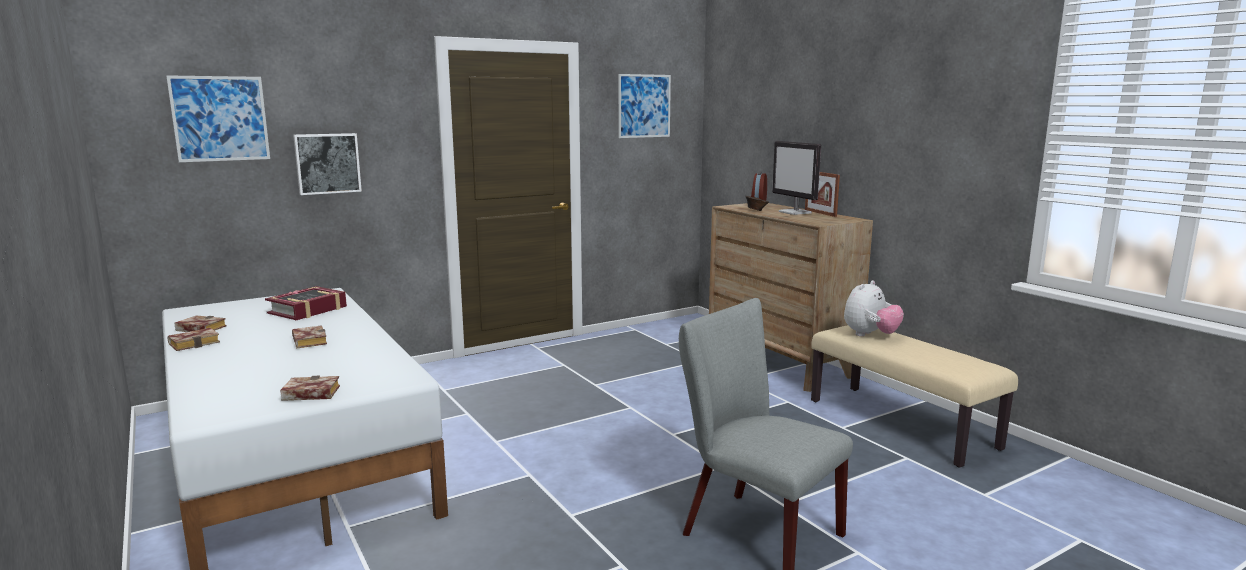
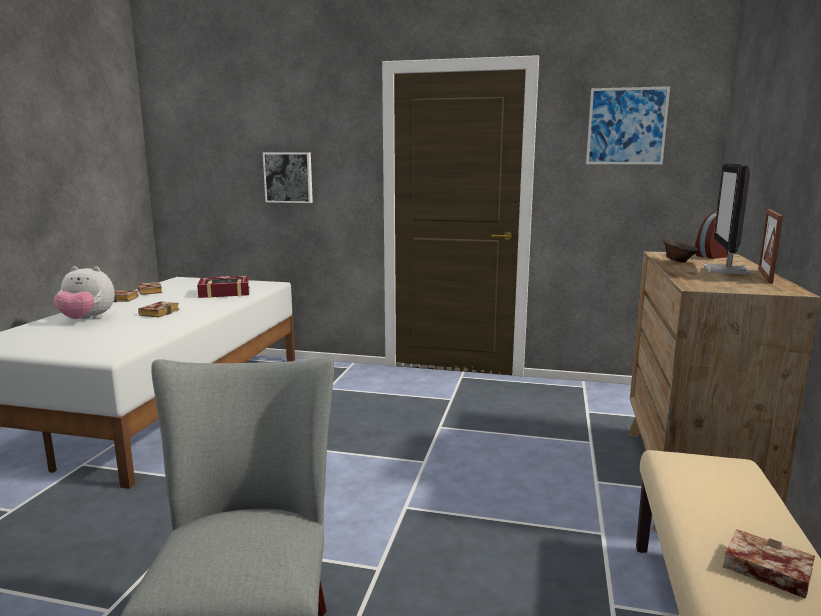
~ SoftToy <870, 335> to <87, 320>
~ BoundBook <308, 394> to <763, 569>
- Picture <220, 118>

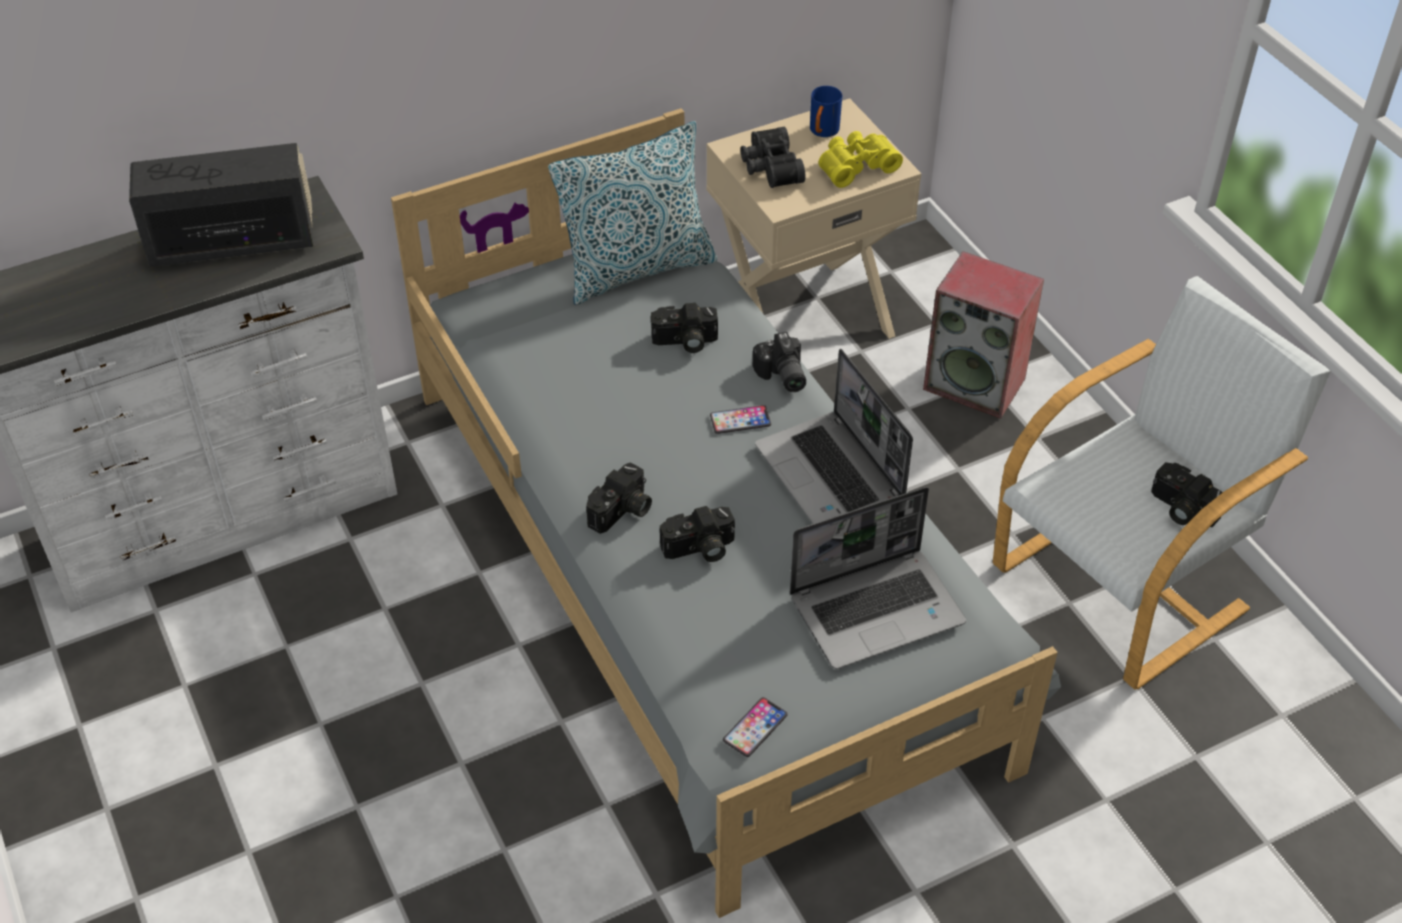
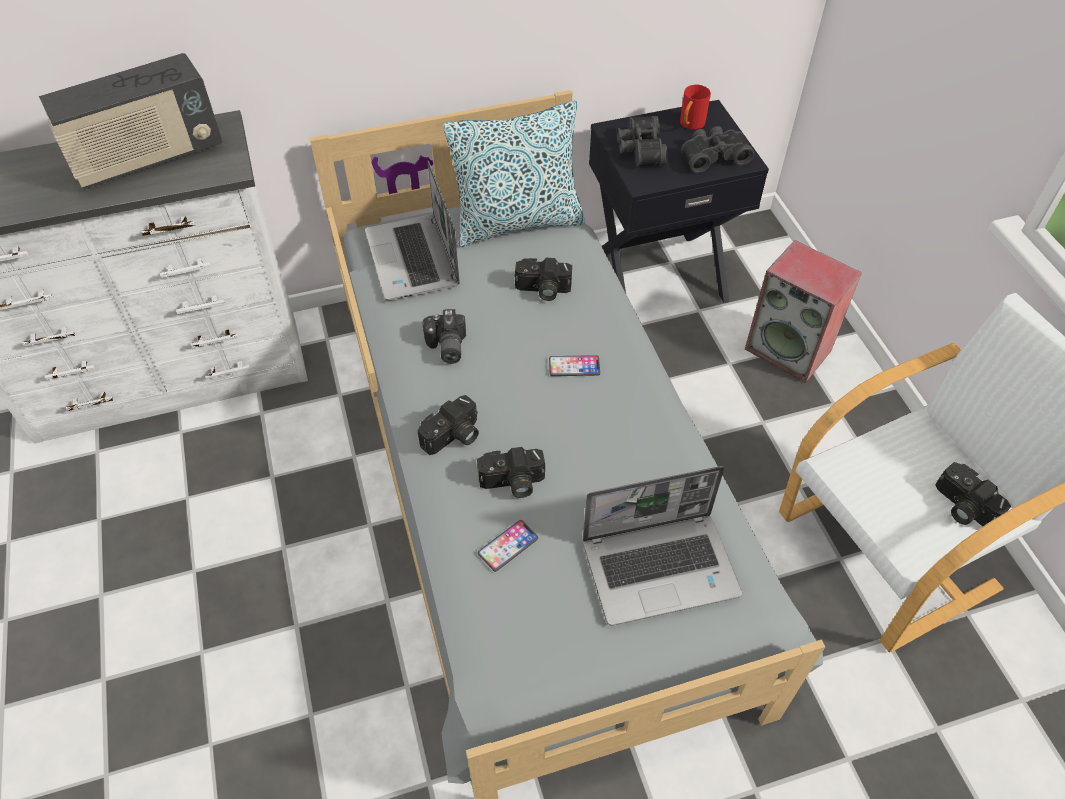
~ Radio <234, 241> = <148, 158> 150 degrees clockwise
~ PortableComputer <832, 475> to <414, 260>
~ StillCamera <781, 376> to <445, 347>
~ Phone <755, 728> to <508, 546>
~ SandColouredNightTable <802, 316> to BlackishNightTable <657, 276>
~ BlueColouredMug <822, 132> to RedMug <690, 125>
~ YellowFieldGlasses <855, 165> to BlackishFieldGlasses <713, 156>

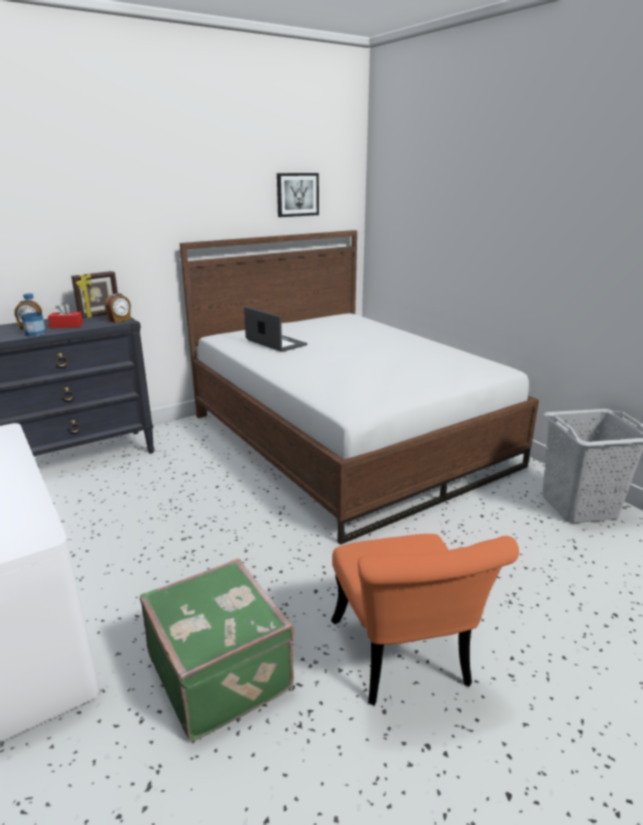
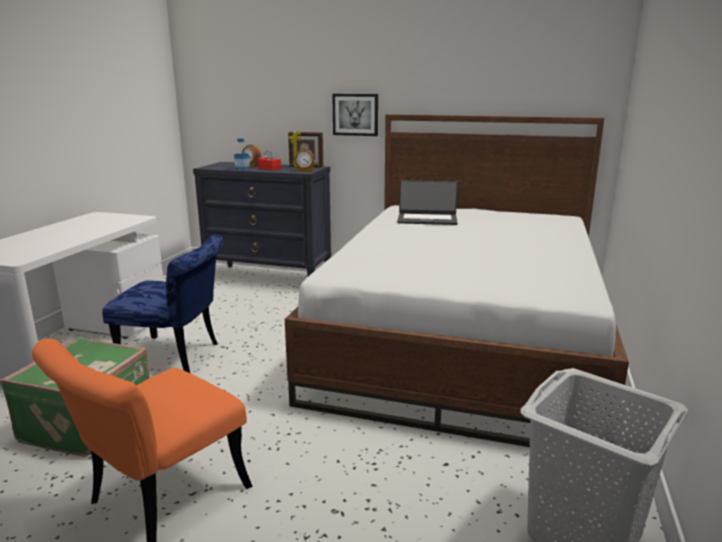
+ BlueColouredChair <177, 357>
~ Picture <297, 194> to <355, 114>
~ PortableComputer <275, 343> = <427, 219> 90 degrees clockwise

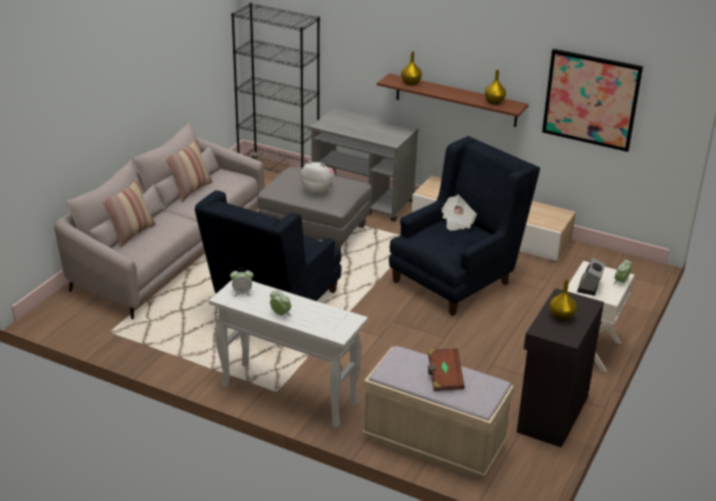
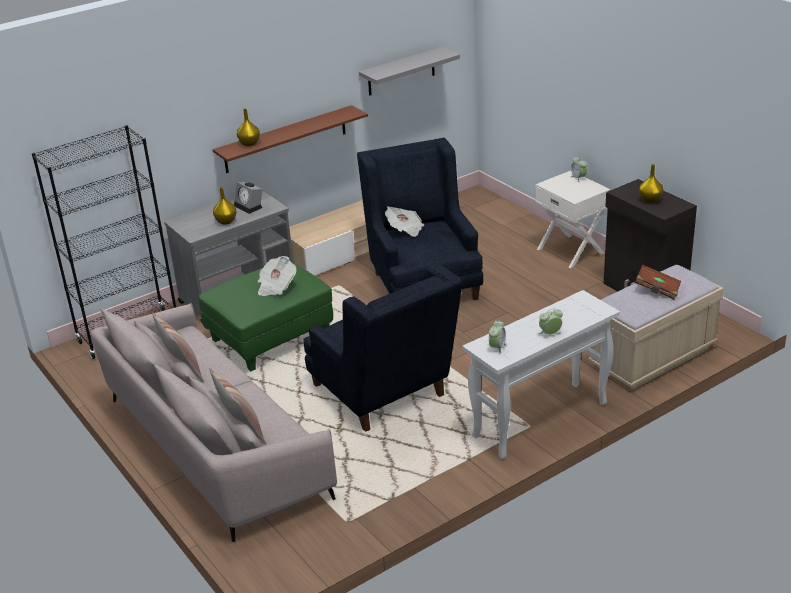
~ GrayFootrest <315, 232> to GreenColouredFootrest <271, 338>
~ YellowFlowerVase <494, 102> to <226, 221>
~ AlarmClock <589, 287> to <250, 206>
~ SoftToy <318, 190> to DailyPaper <276, 286>
~ Picture <591, 99> to GrayWallShelf <401, 72>

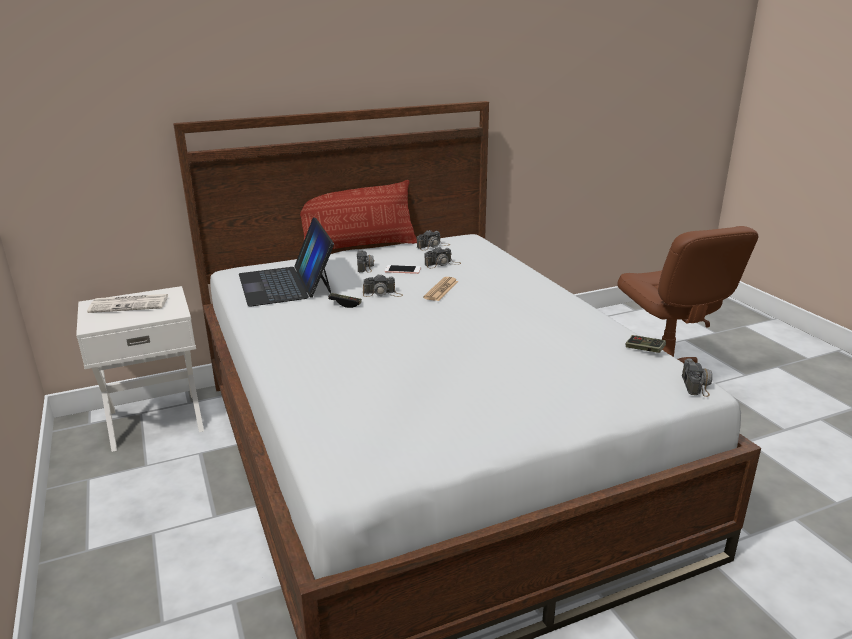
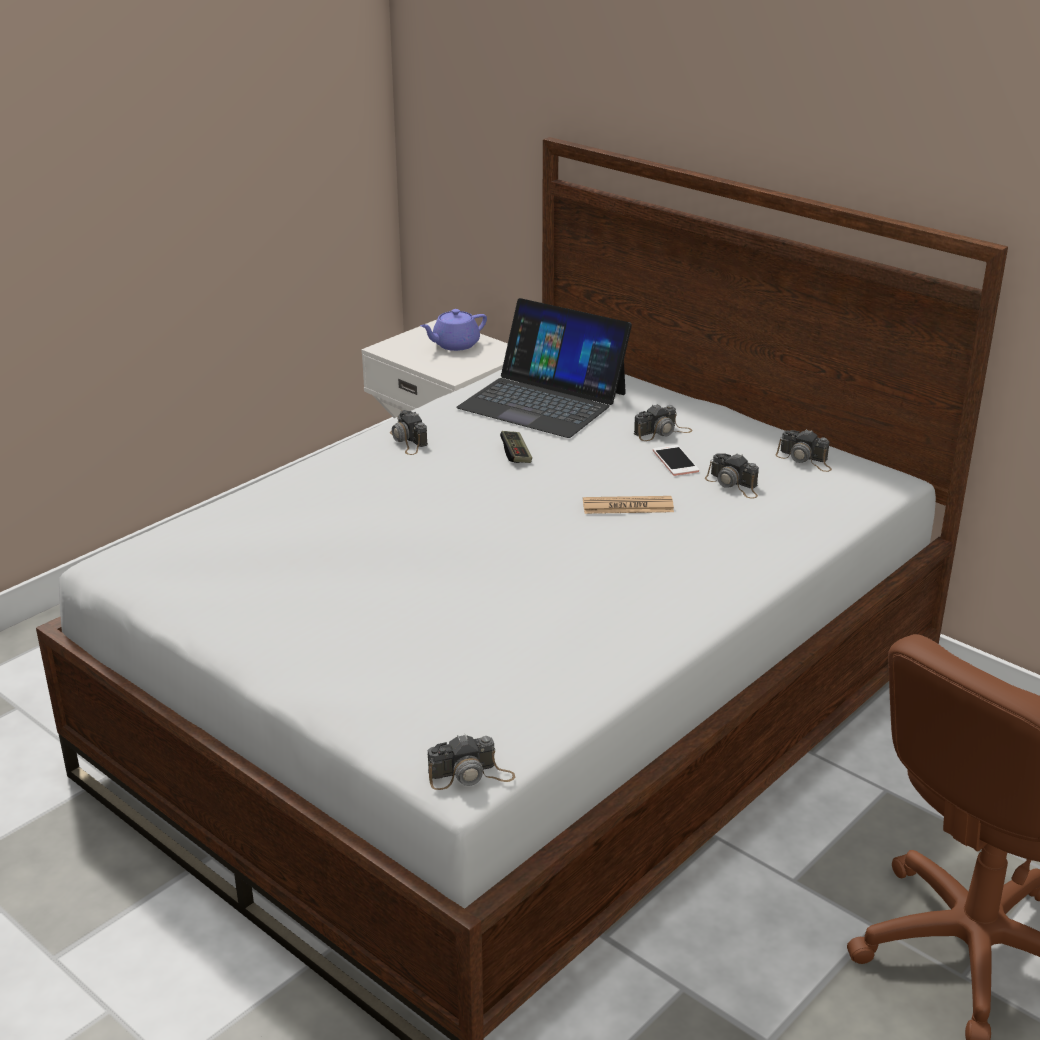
~ StillCamera <382, 294> to <408, 441>
~ DailyPaper <130, 304> to PurplishTeapot <454, 345>
~ PortableComputer <286, 284> = <543, 400> 105 degrees counterclockwise
- Cushion <359, 247>
- GameController <644, 350>

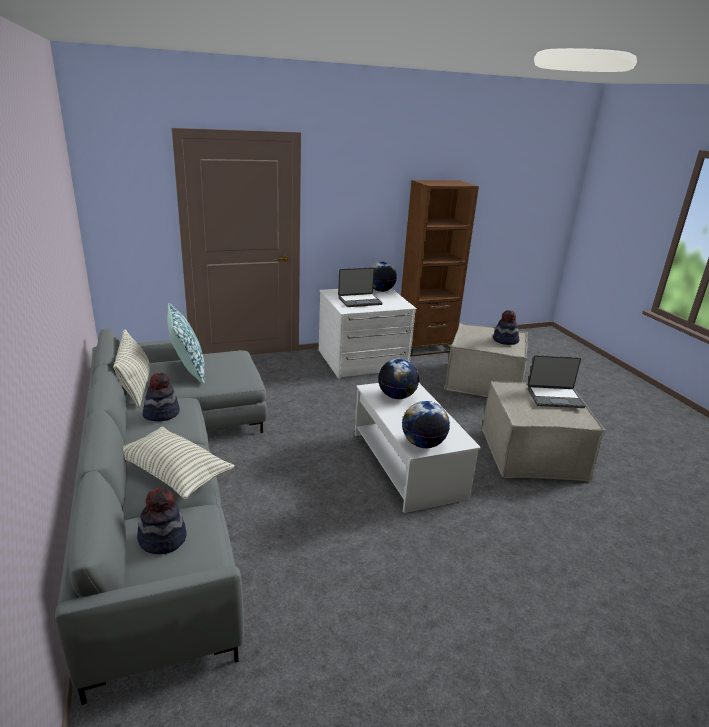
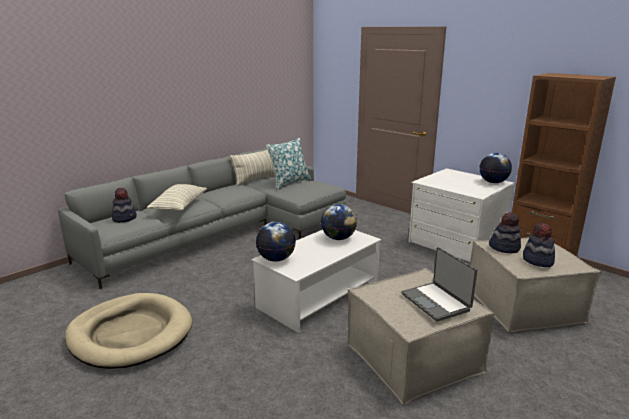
+ SandColouredPetBed <130, 334>
~ WearableHat <161, 413> to <504, 247>
- PortableComputer <359, 301>

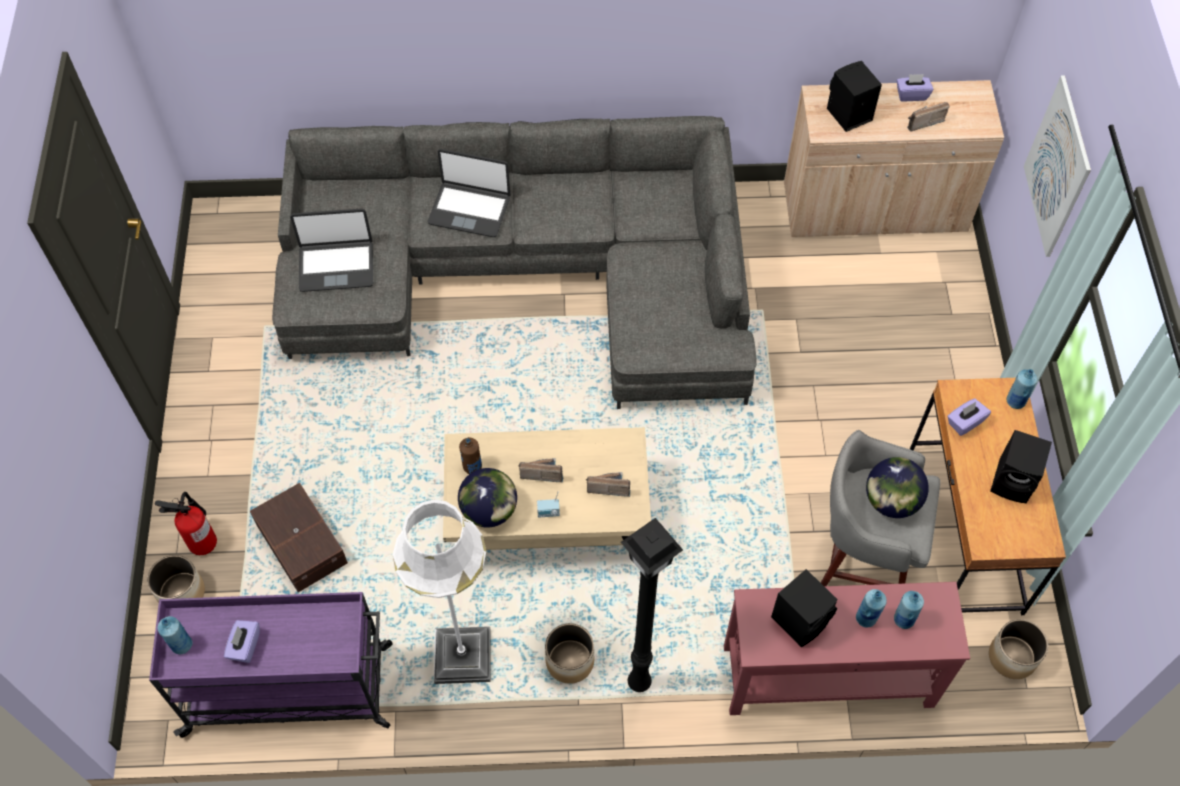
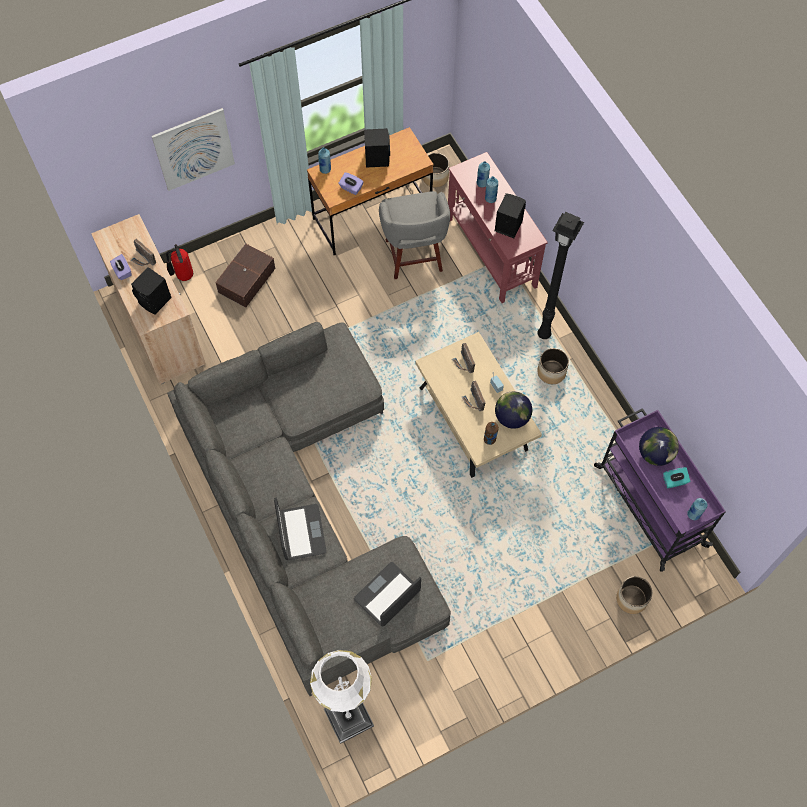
~ Extinguisher <202, 540> to <183, 277>
~ BrownStorageContainer <302, 542> to <245, 280>
~ WhitishFloorLamp <463, 656> to <348, 717>
~ PortableComputer <336, 266> = <388, 595> 105 degrees counterclockwise
~ WorldGlobe <891, 501> to <655, 454>
~ PurplishTissueHolder <244, 646> to BlueGreenTissueHolder <674, 481>

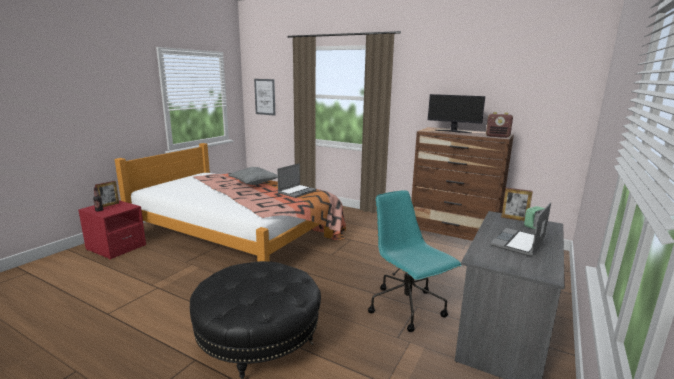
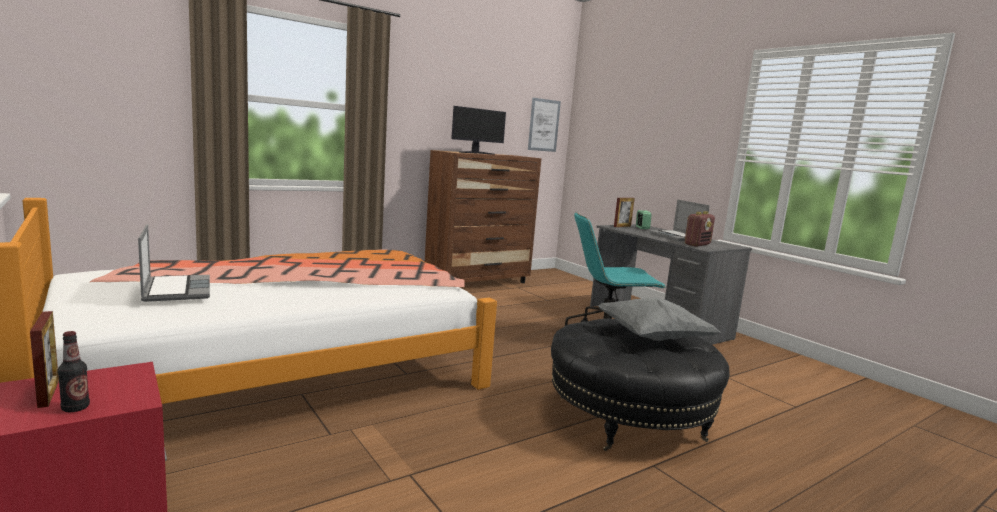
~ PortableComputer <297, 192> to <176, 290>
~ Picture <265, 97> to <544, 125>
~ GrayCushion <254, 184> to <652, 337>
~ Radio <497, 136> to <697, 244>

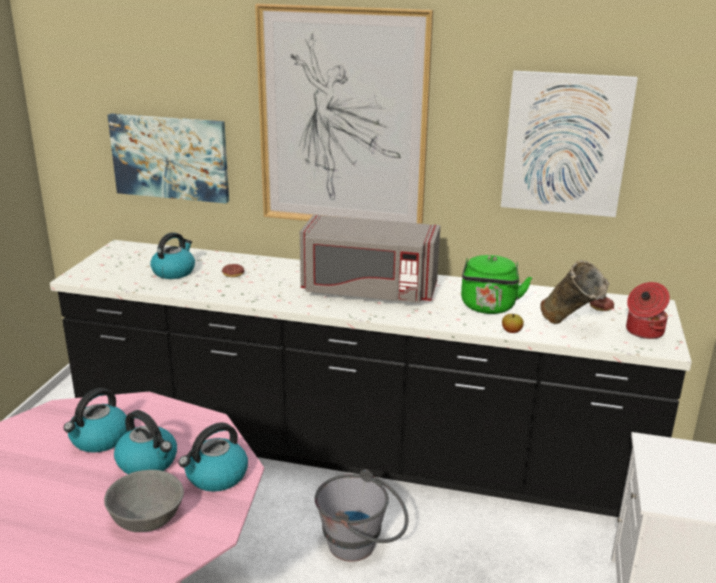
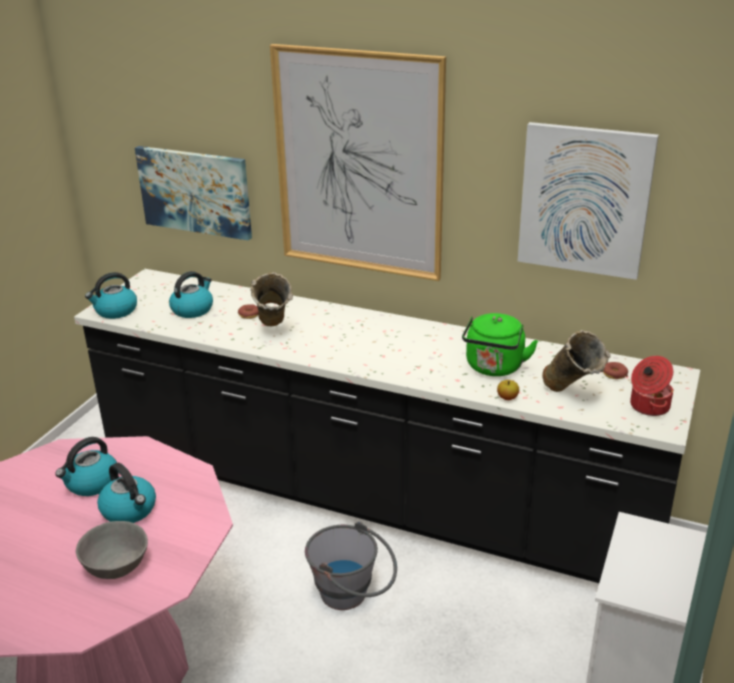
~ TeaKettle <216, 477> to <115, 311>
+ SandColouredFlowerVase <274, 331>
- GrayMicrowave <368, 291>

